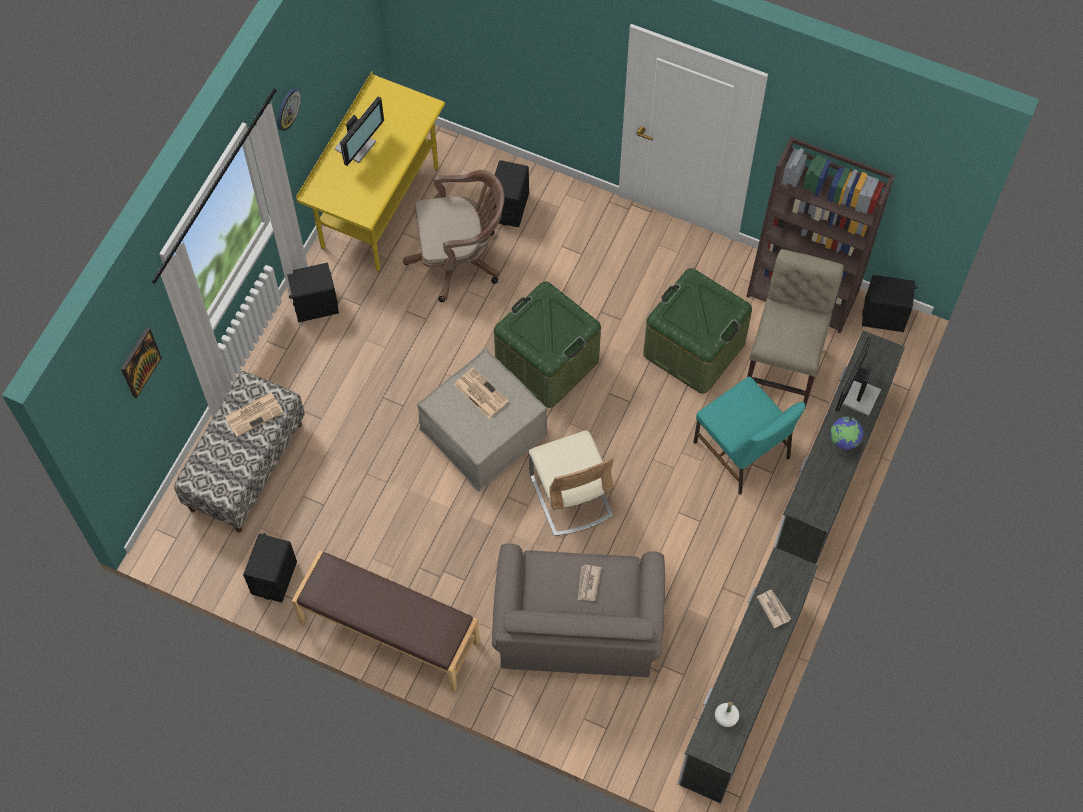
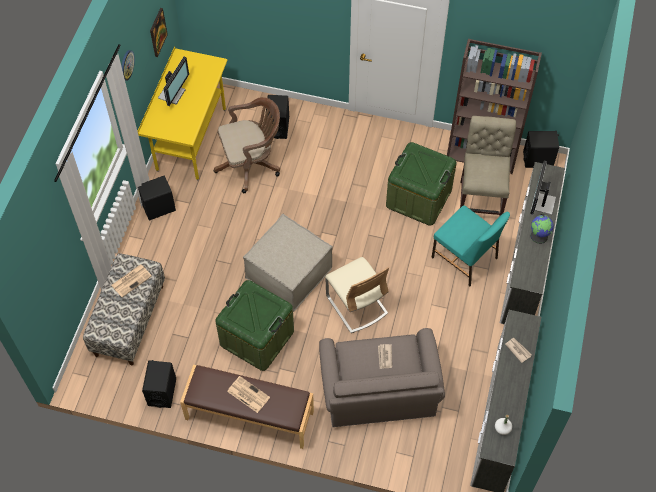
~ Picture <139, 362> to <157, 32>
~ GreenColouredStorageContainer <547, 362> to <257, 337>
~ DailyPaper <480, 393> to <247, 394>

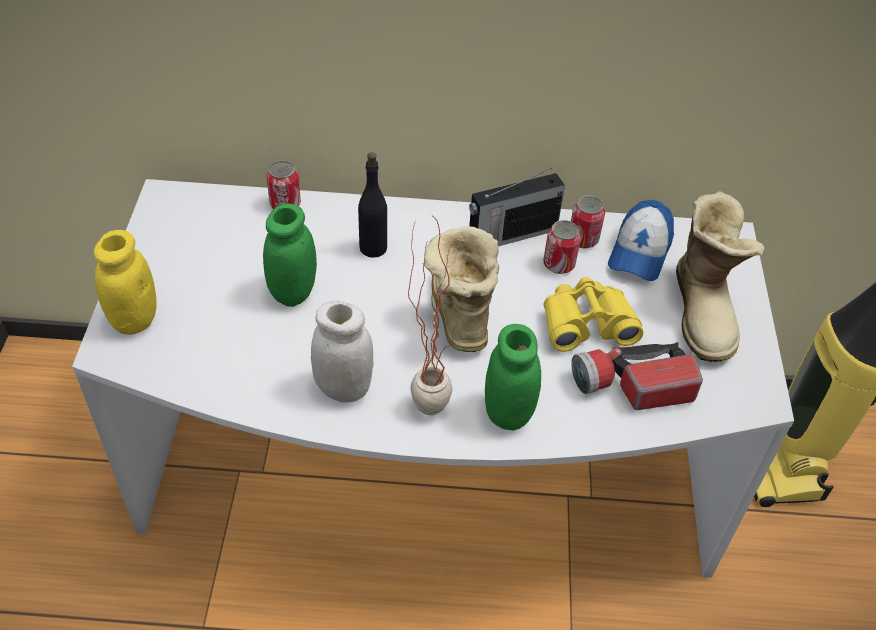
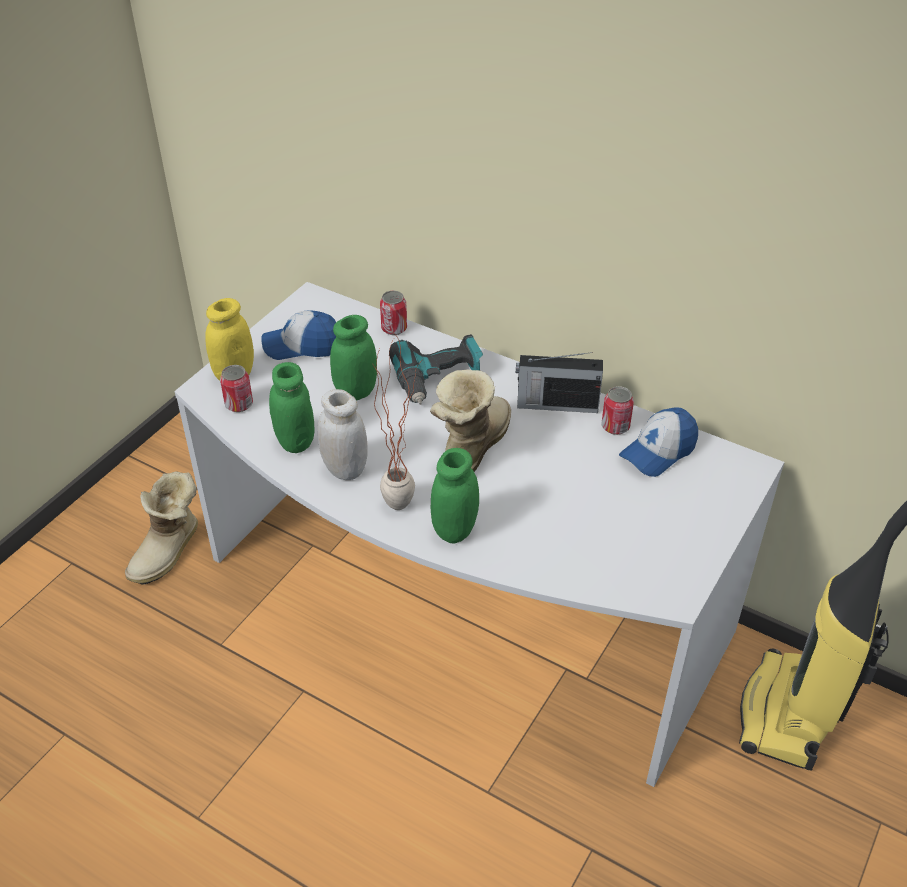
~ TallBoot <705, 311> to <169, 552>
~ MetalCan <559, 264> to <239, 404>
+ BaseballCap <302, 346>
+ GreenColouredStorageJar <295, 441>
~ BlackishDrinkBottle <373, 248> to PowerDrill <438, 379>
- YellowFieldGlasses <587, 324>
- Flashlight <632, 386>

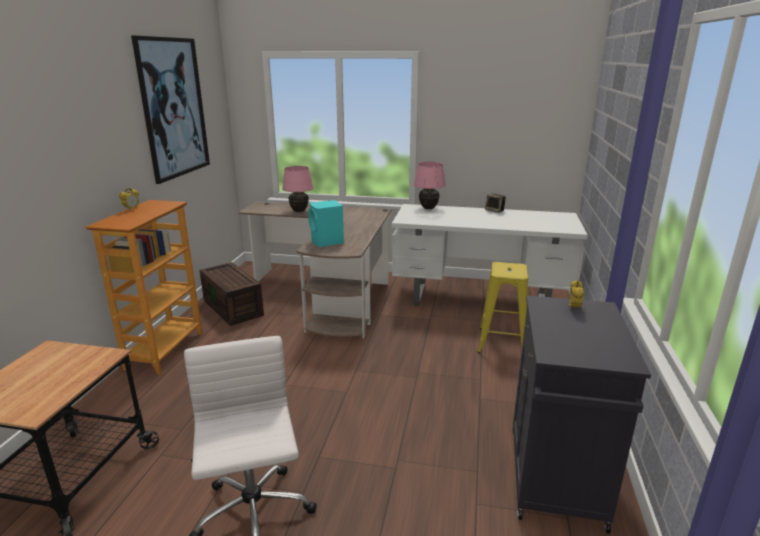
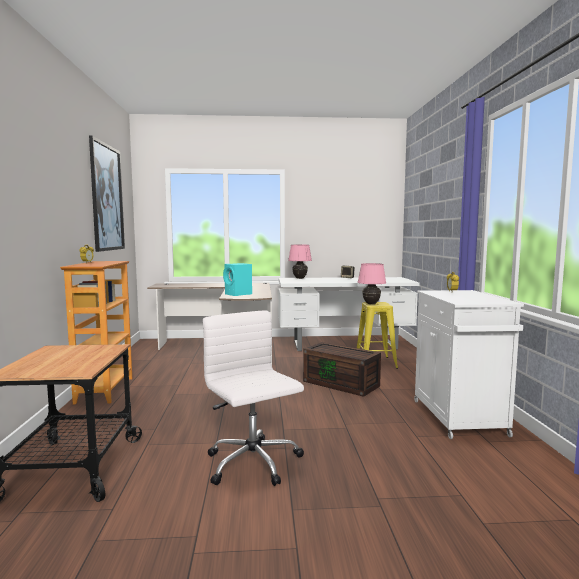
~ BrownStorageContainer <234, 307> to <342, 383>
~ PinkTableLamp <299, 211> to <371, 304>
~ BlackishCupboard <555, 479> to WhitishCupboard <459, 419>

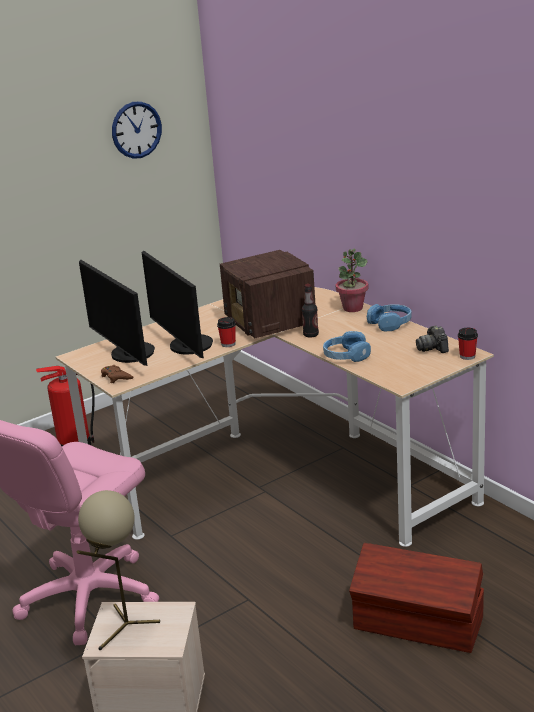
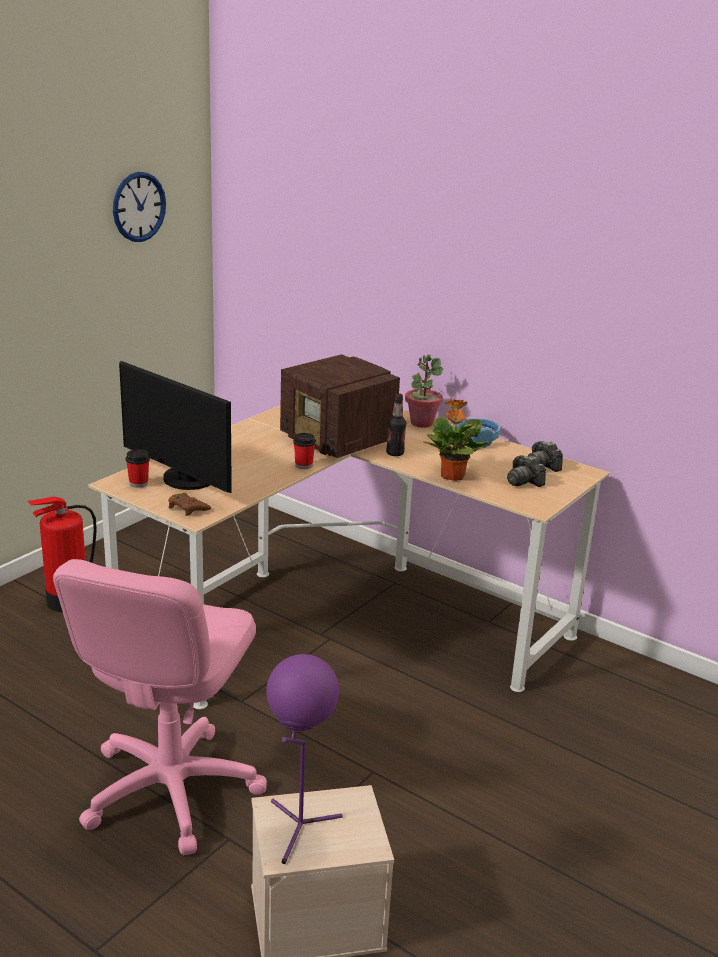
~ SmallCup <467, 356> to <138, 483>
~ SandColouredTableLamp <123, 627> to PurplishTableLamp <298, 829>
~ BlueColouredHeadphones <346, 356> to Houseplant <452, 477>
+ StillCamera <523, 481>
- ComputerDisplay <186, 346>
- BrownStorageContainer <419, 624>

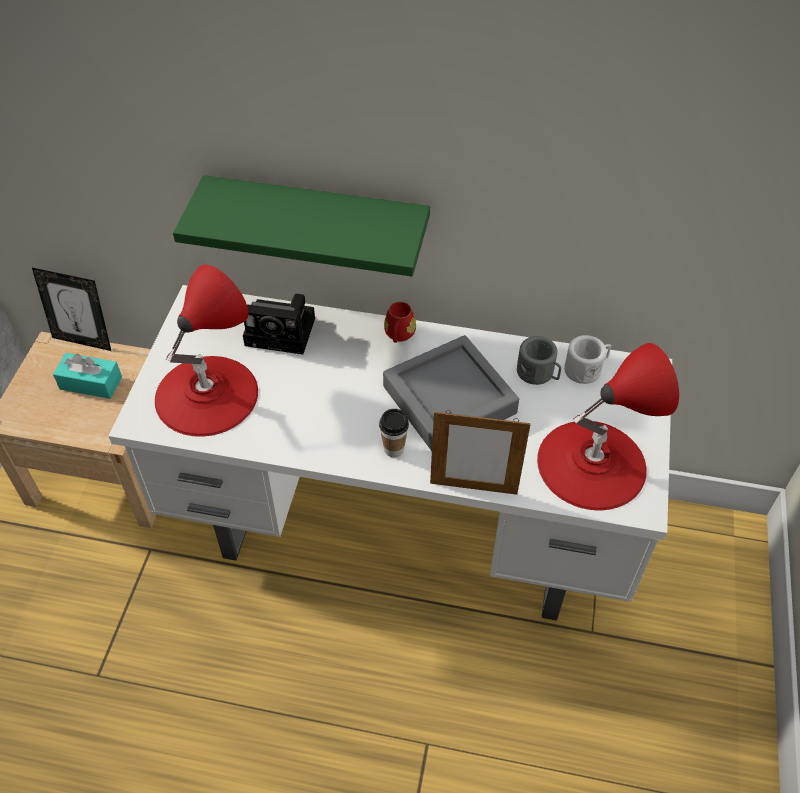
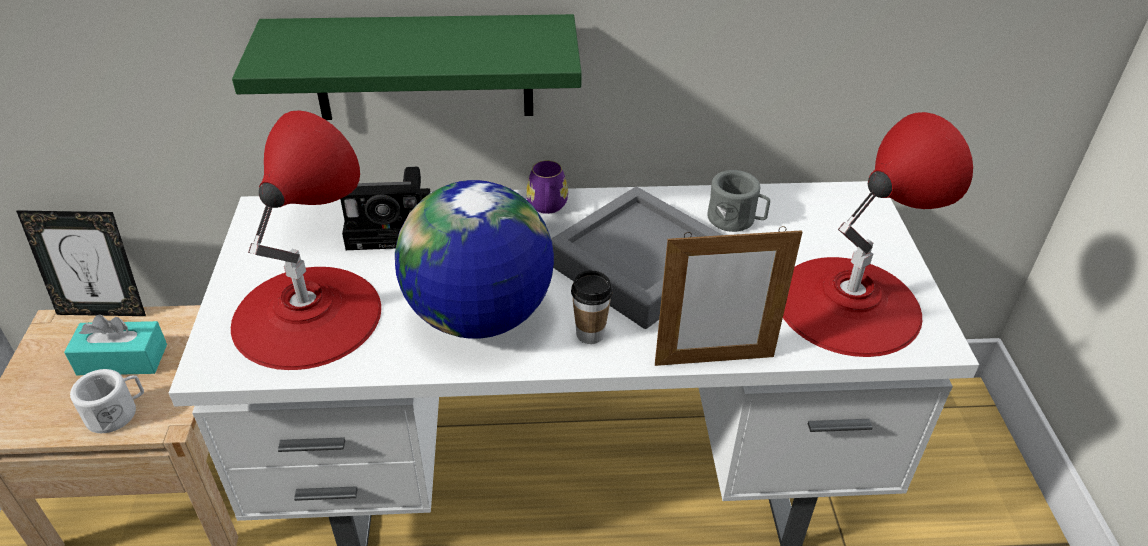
~ WhitishMug <586, 369> to <117, 412>
+ WorldGlobe <479, 316>
~ RedMug <399, 335> to PurplishMug <547, 207>

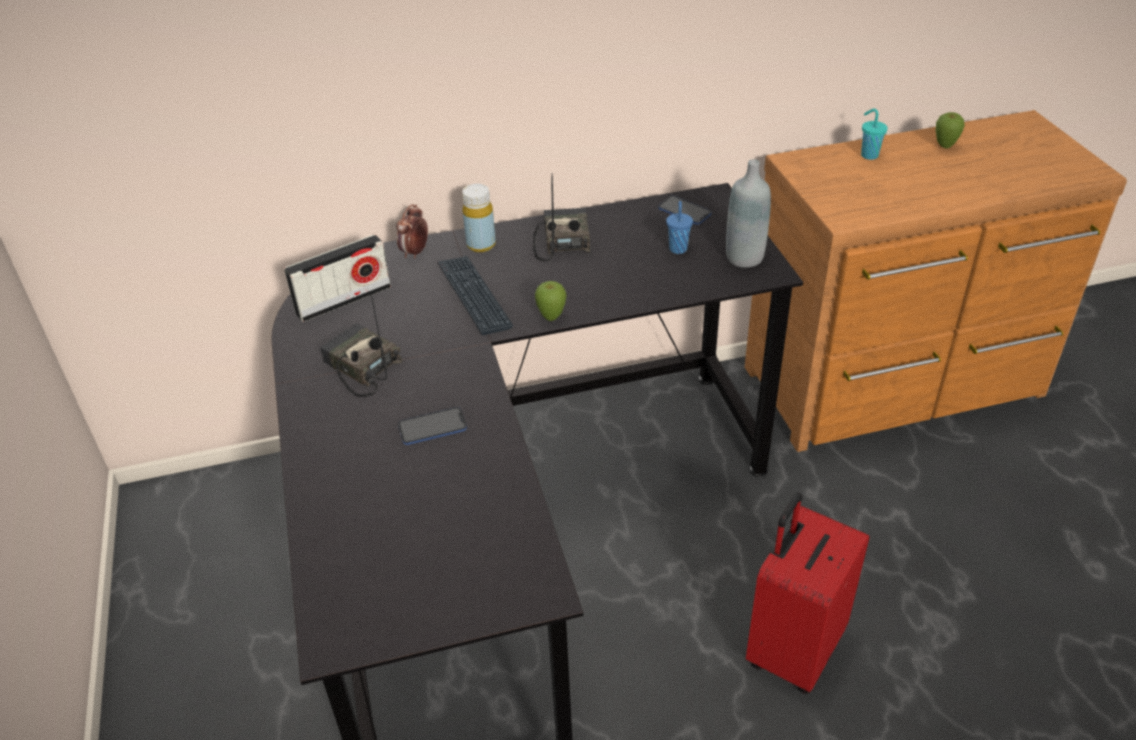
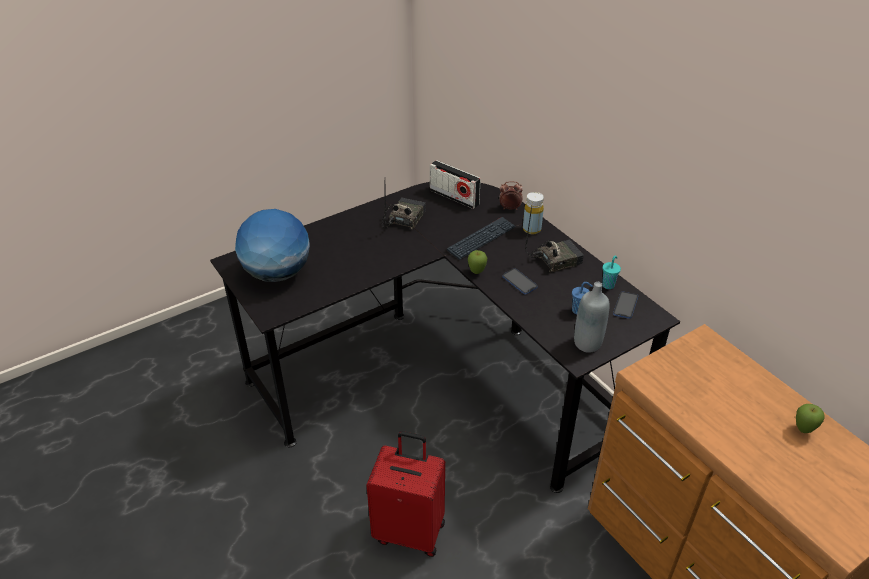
+ WorldGlobe <277, 273>
~ Phone <432, 427> to <519, 282>
~ BlueGreenSmallCup <868, 155> to <608, 285>

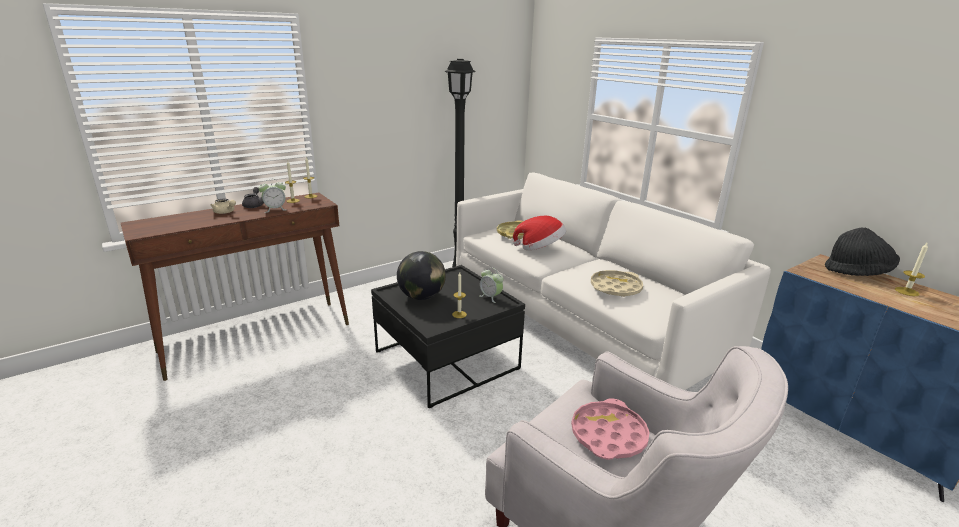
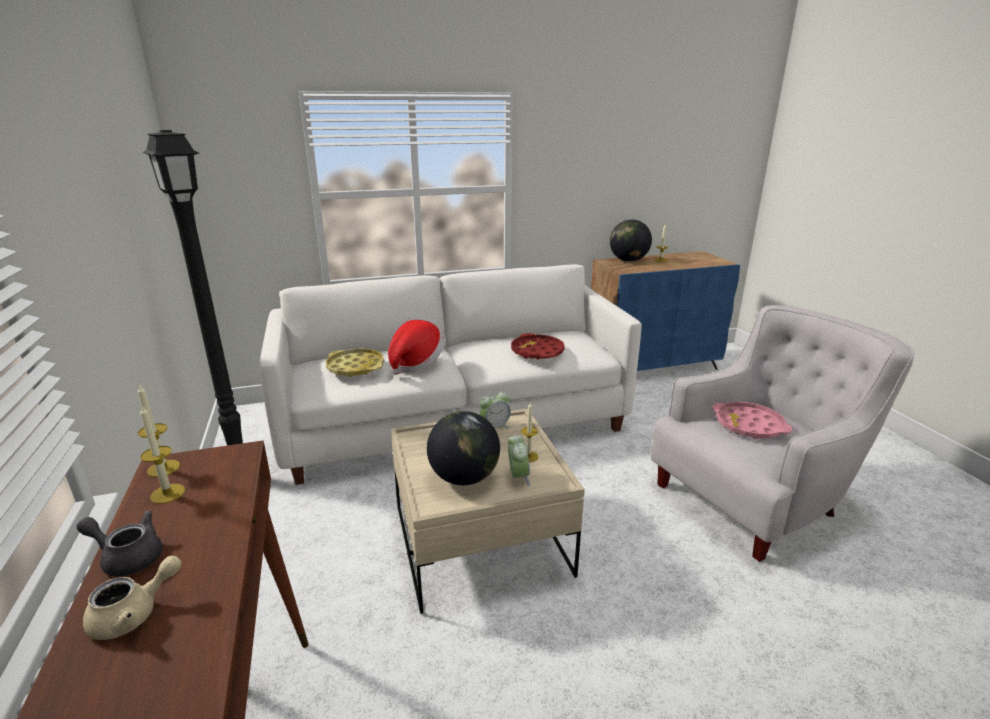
~ BlackishLowTable <447, 360> to SandColouredLowTable <480, 540>
~ AlarmClock <275, 209> to <518, 477>
~ SandColouredTray <615, 288> to RedTray <537, 352>
~ BlackishWearableHat <857, 272> to WorldGlobe <628, 260>

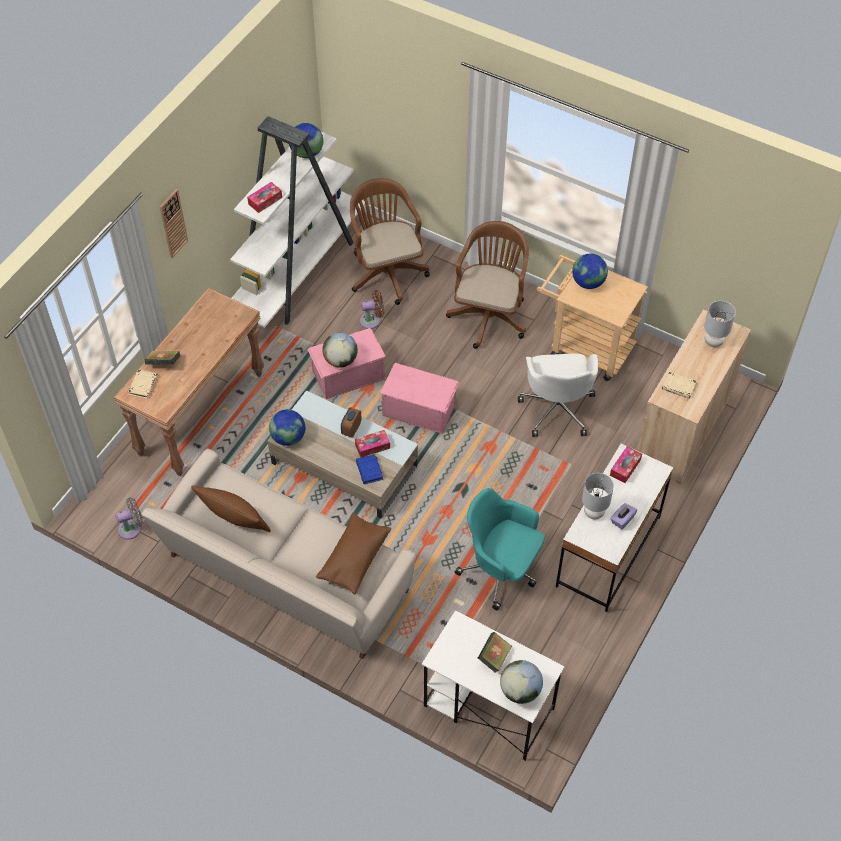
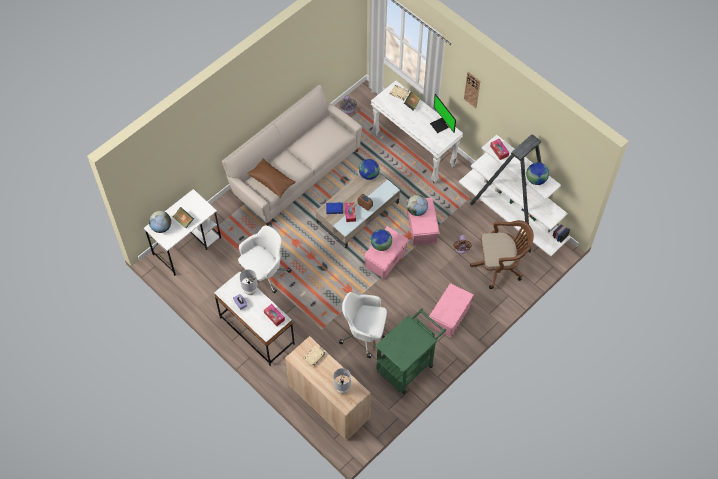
~ BlueGreenComputerChair <501, 570> to WhitishComputerChair <264, 273>
~ BrownHallTable <200, 413> to WhitishHallTable <414, 150>
~ WorldGlobe <588, 282> to <381, 245>
~ SandColouredTrolley <585, 346> to GreenColouredTrolley <408, 364>
~ BrownComputerChair <489, 314> to PinkStorageContainer <449, 316>
+ ComputerDisplay <440, 125>
- BrownCushion <233, 518>

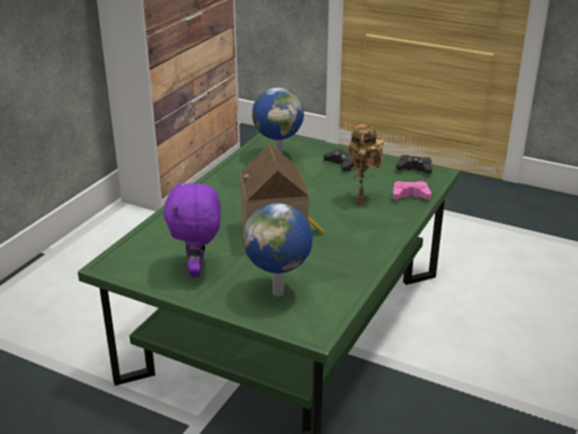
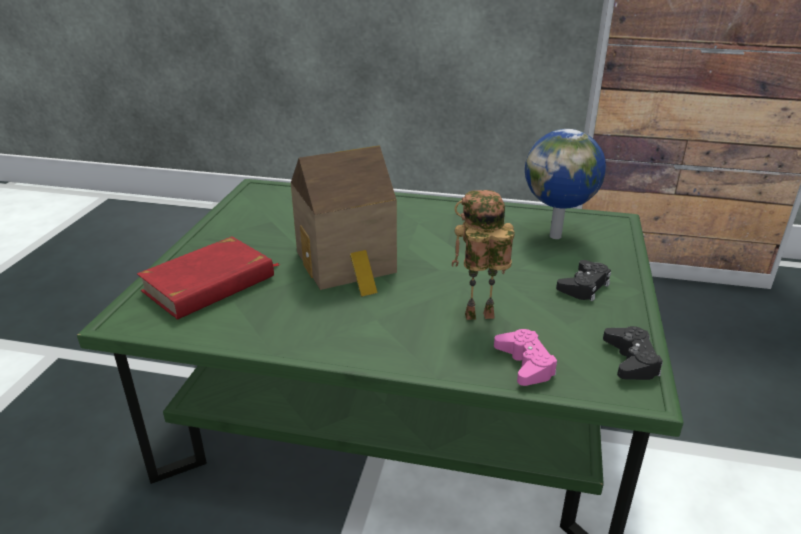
~ WorldGlobe <279, 293> to RedBoundBook <210, 284>
- PurplishSoftToy <198, 270>

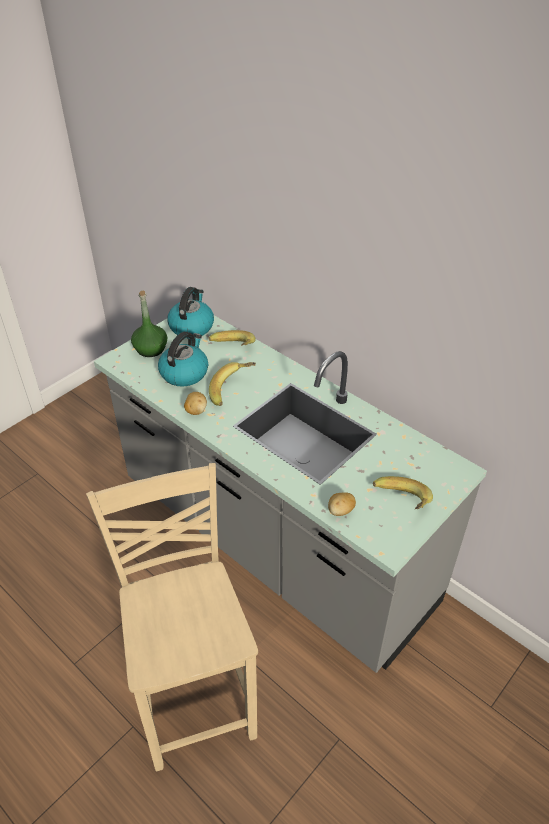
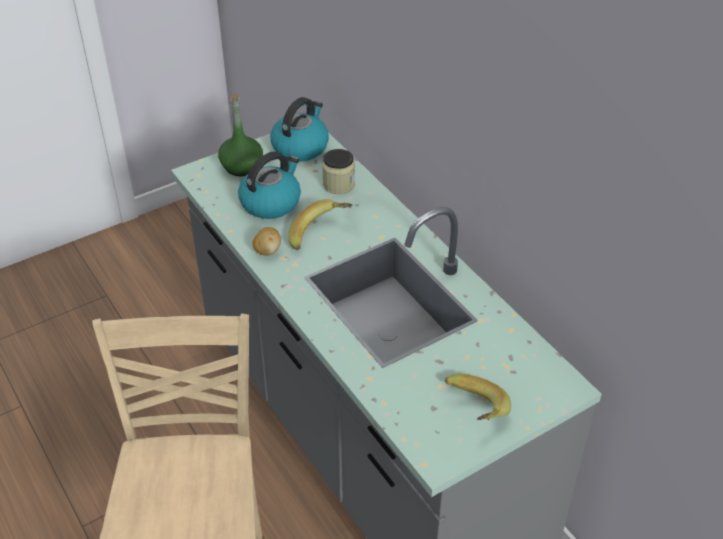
~ BananaFruit <232, 350> to StorageJar <339, 184>
- WholePotato <340, 511>

